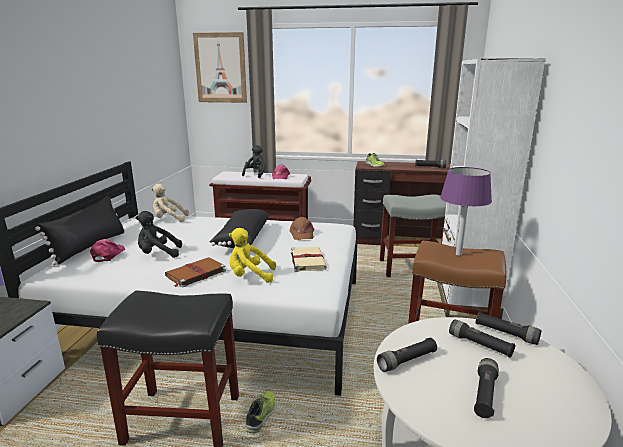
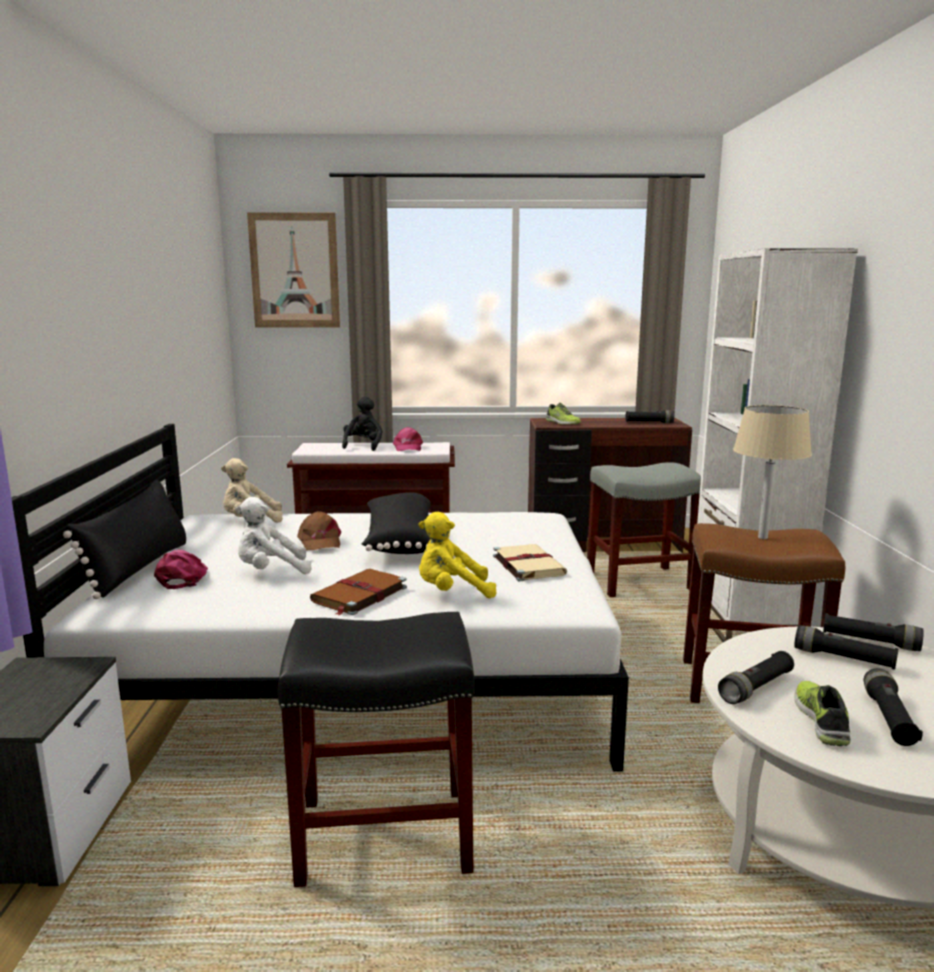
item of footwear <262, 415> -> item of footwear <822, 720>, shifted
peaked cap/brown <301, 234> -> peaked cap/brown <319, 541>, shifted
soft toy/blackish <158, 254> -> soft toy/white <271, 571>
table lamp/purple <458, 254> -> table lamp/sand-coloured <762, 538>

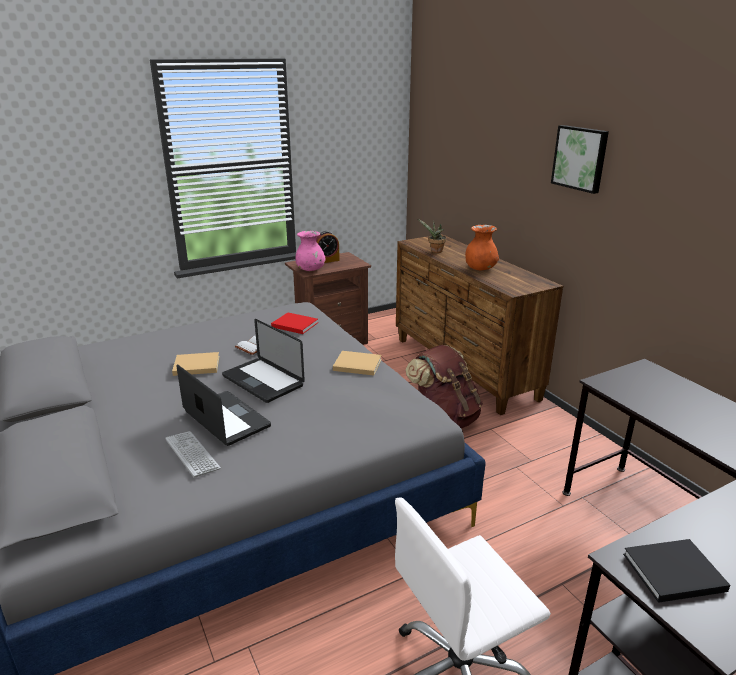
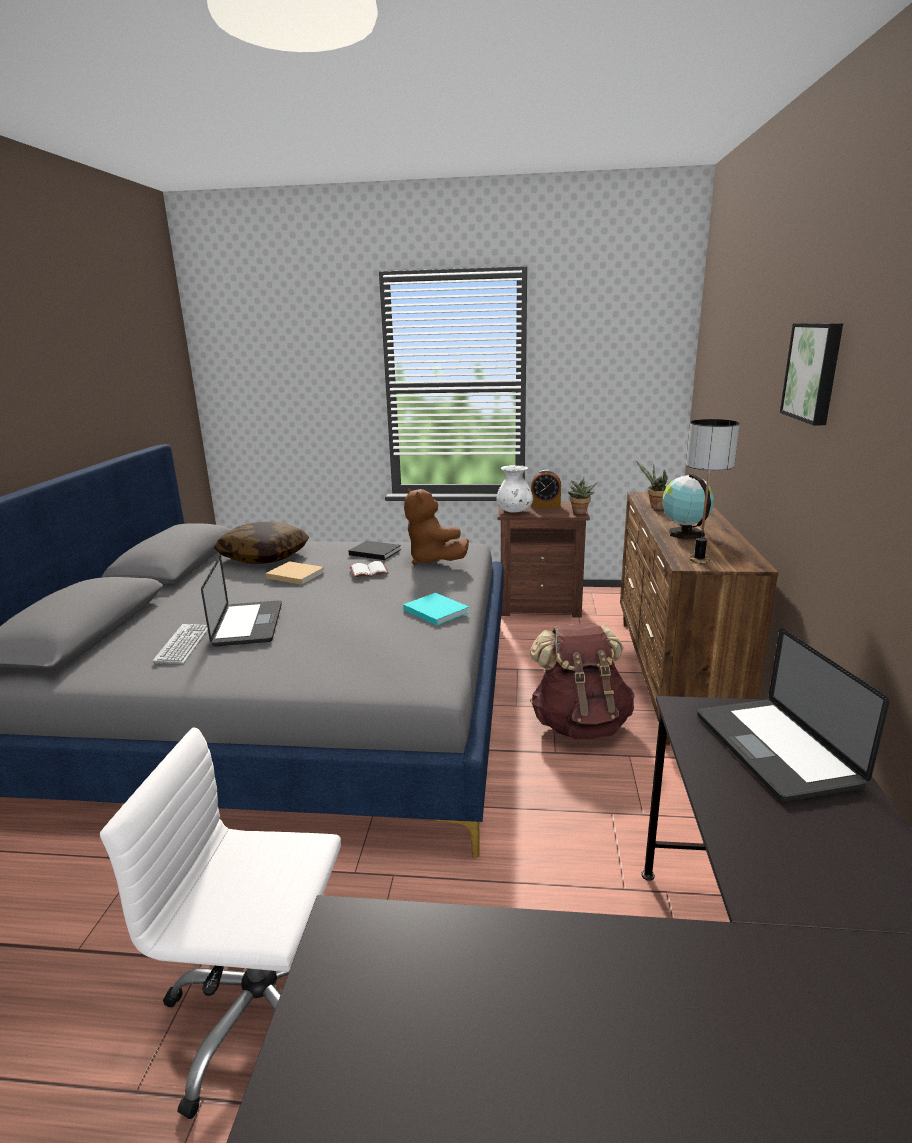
none -> cushion <264, 557>
none -> houseplant <579, 513>
none -> table lamp <699, 559>
portable computer <263, 381> -> portable computer <774, 749>, shifted
volume/blackish <671, 572> -> volume/blackish <374, 552>, shifted
volume/reddish <293, 324> -> soft toy/brown <433, 560>
decorative vase/orangey <480, 269> -> globe <684, 533>
decorative vase/pink-coloured <310, 270> -> decorative vase/white <514, 512>
volume/sand-coloured <356, 364> -> volume/turquoise-coloured <434, 610>

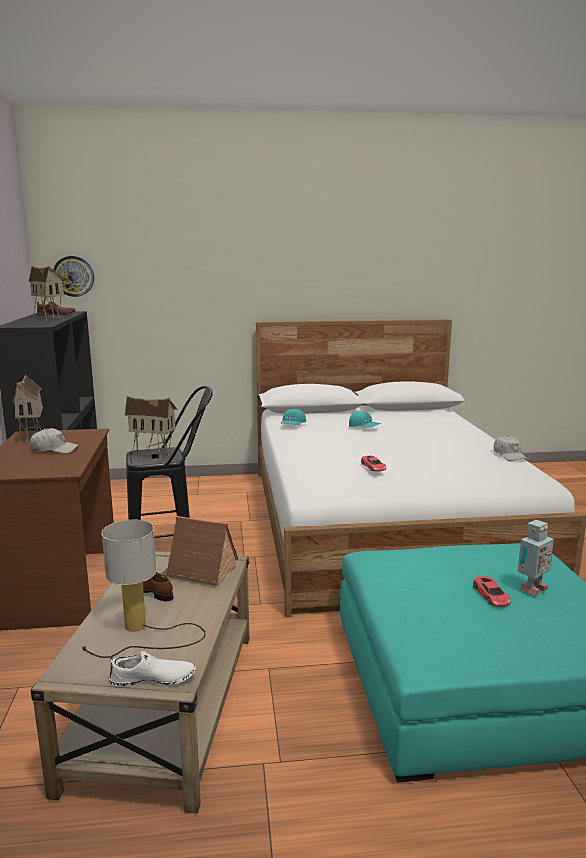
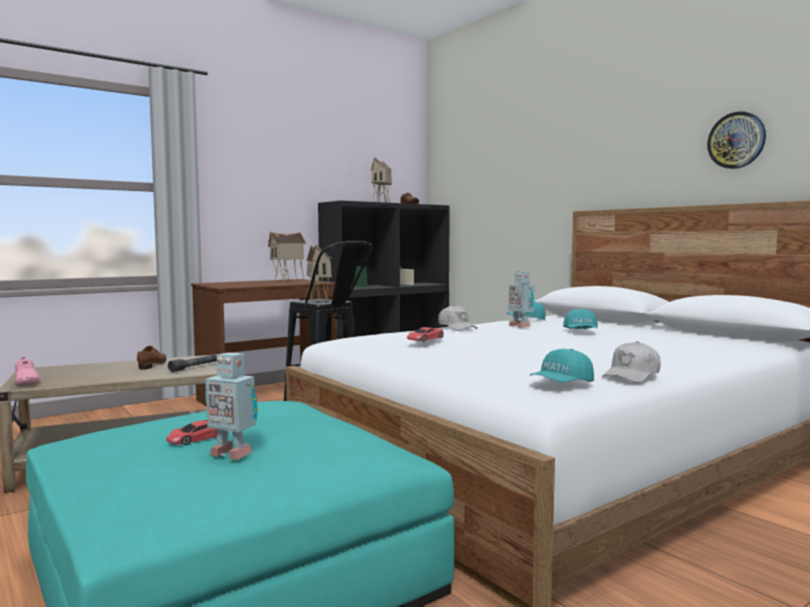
table lamp <142, 632> -> none
none -> toy robot <520, 326>
none -> peaked cap/turquoise-coloured <561, 384>
peaked cap/white <54, 449> -> peaked cap/white <457, 327>, shifted
wall clock <73, 276> -> wall clock <736, 140>, shifted
model house <199, 571> -> flashlight/grey <195, 367>
item of footwear/white <153, 679> -> item of footwear/pink-coloured <25, 381>

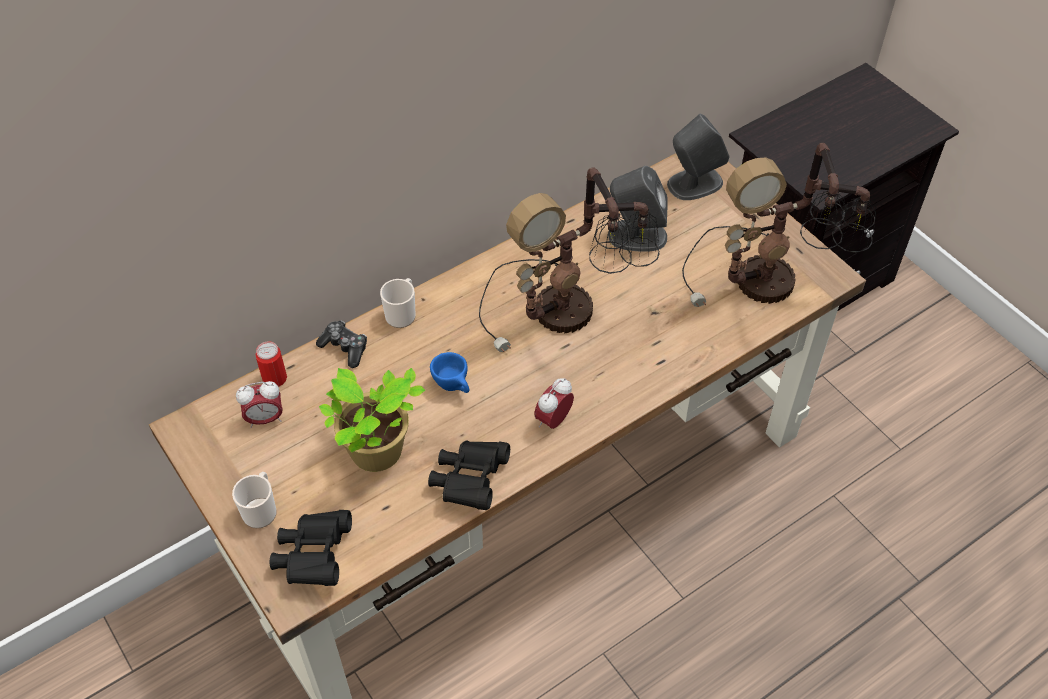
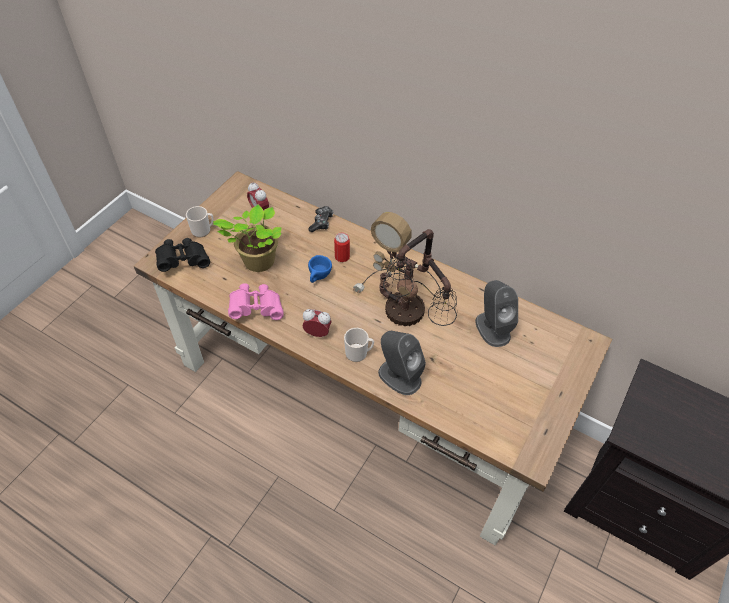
table lamp <769, 283> -> none
can <275, 378> -> can <342, 257>, shifted
tea mug <402, 314> -> tea mug <358, 353>, shifted
speaker/grey <694, 184> -> speaker/grey <399, 376>, shifted
field glasses/blackish <470, 481> -> field glasses/pink-coloured <256, 308>

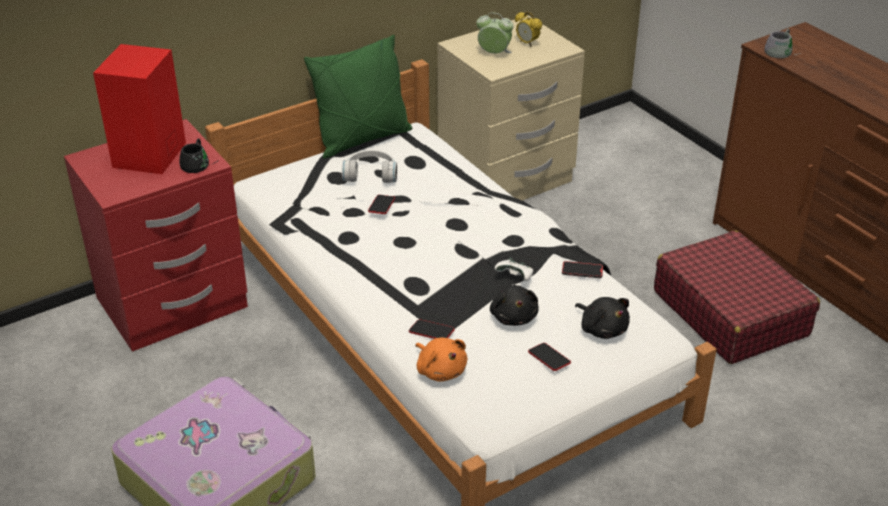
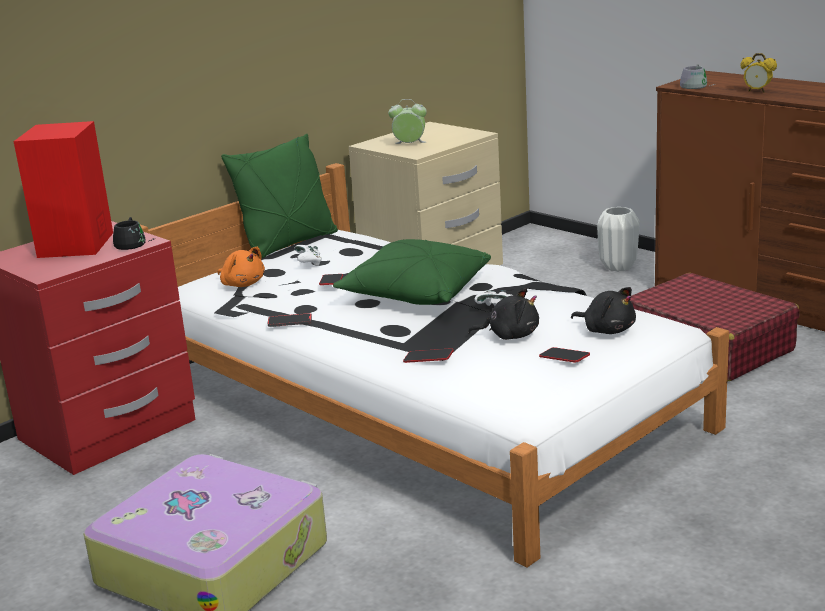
none -> cushion/green <415, 294>
none -> decorative vase/white <618, 267>
soft toy/orangey <440, 370> -> soft toy/orangey <242, 284>, shifted
alarm clock <527, 43> -> alarm clock <757, 91>, shifted
telephone <582, 271> -> telephone <290, 322>, shifted
headphones/white <371, 174> -> game controller/white <309, 263>
soft toy/blackish <513, 316> -> soft toy/blackish <510, 335>, 60 degrees counterclockwise

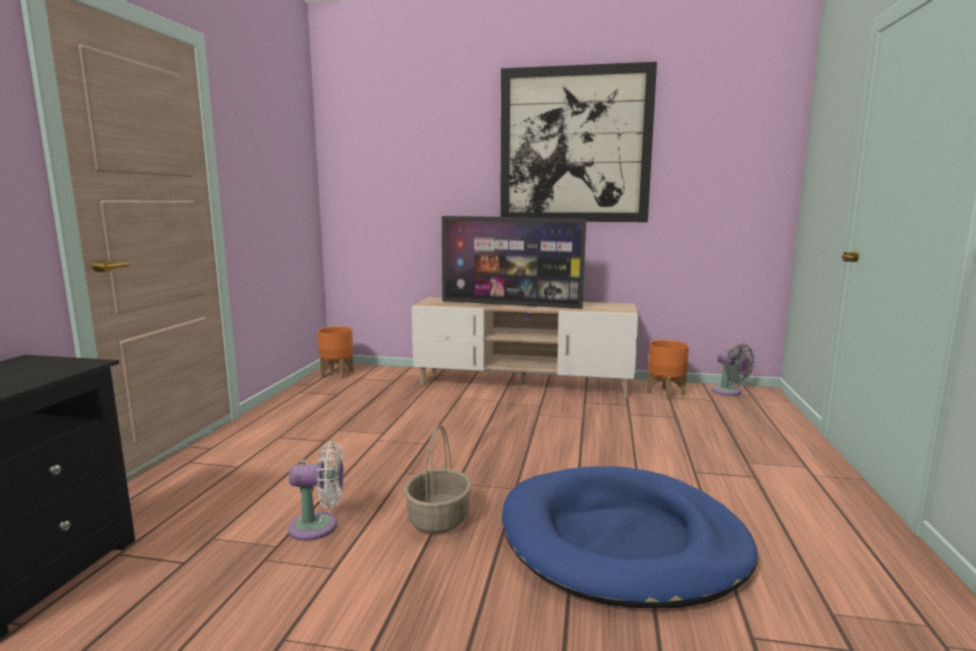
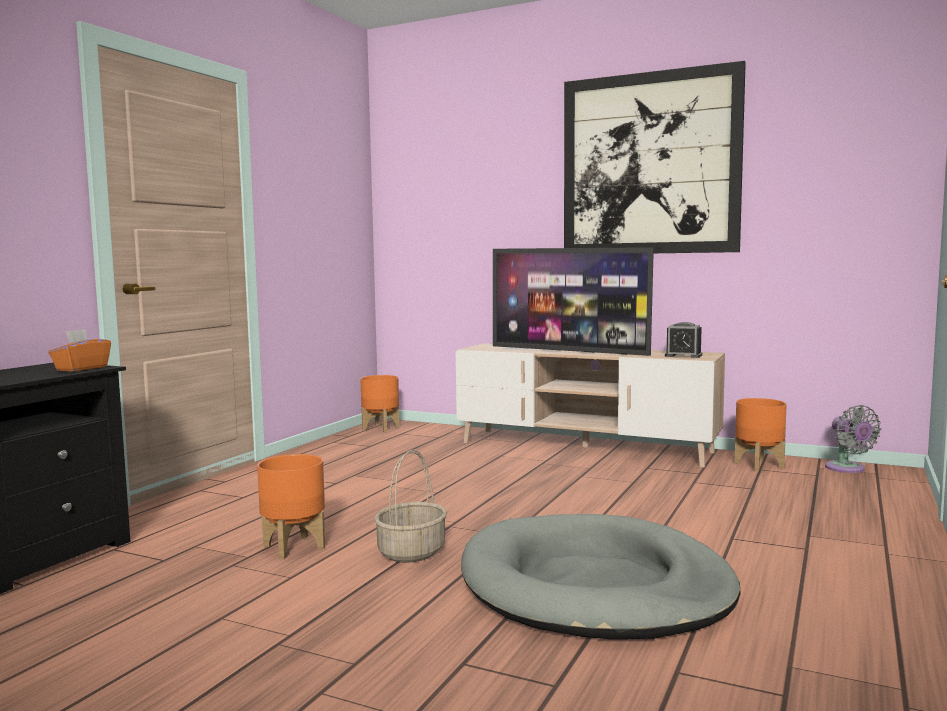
none -> tissue holder/orangey <81, 368>
none -> alarm clock <683, 355>
electric fan/white <319, 526> -> flower pot/orangey <293, 547>
dog bed/bluish <622, 541> -> dog bed/grey <595, 586>

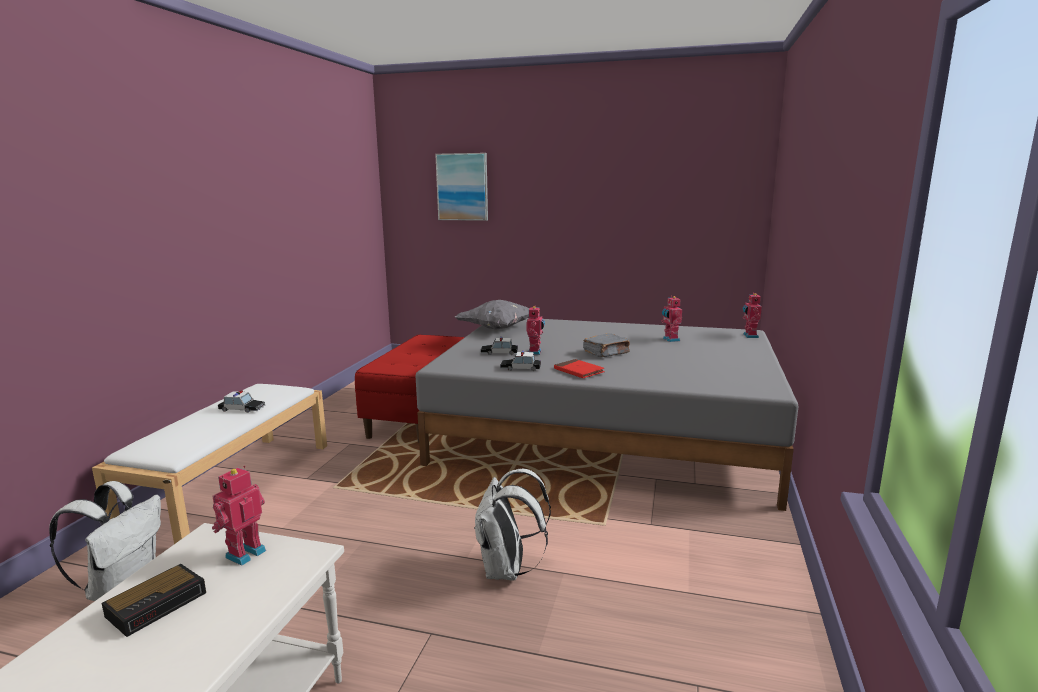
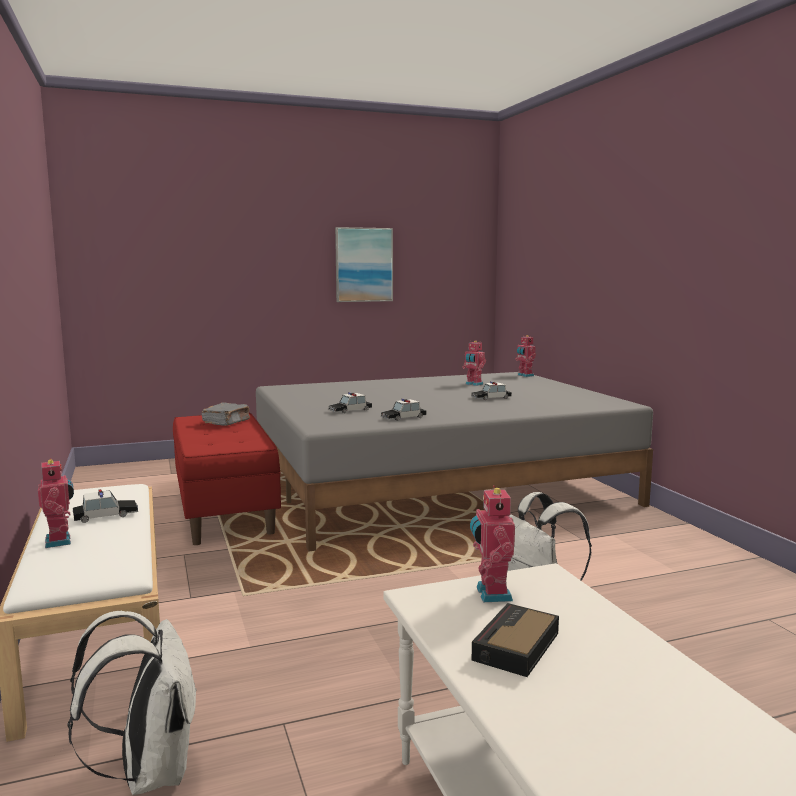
cushion/grey <498, 328> -> none
volume/reddish <578, 371> -> none
none -> model car <491, 398>
picture <462, 187> -> picture <364, 265>, shifted
toy robot <535, 352> -> toy robot <60, 541>, shifted
volume/grey <606, 353> -> volume/grey <227, 422>, shifted
alarm clock <159, 603> -> alarm clock <515, 647>, 150 degrees counterclockwise

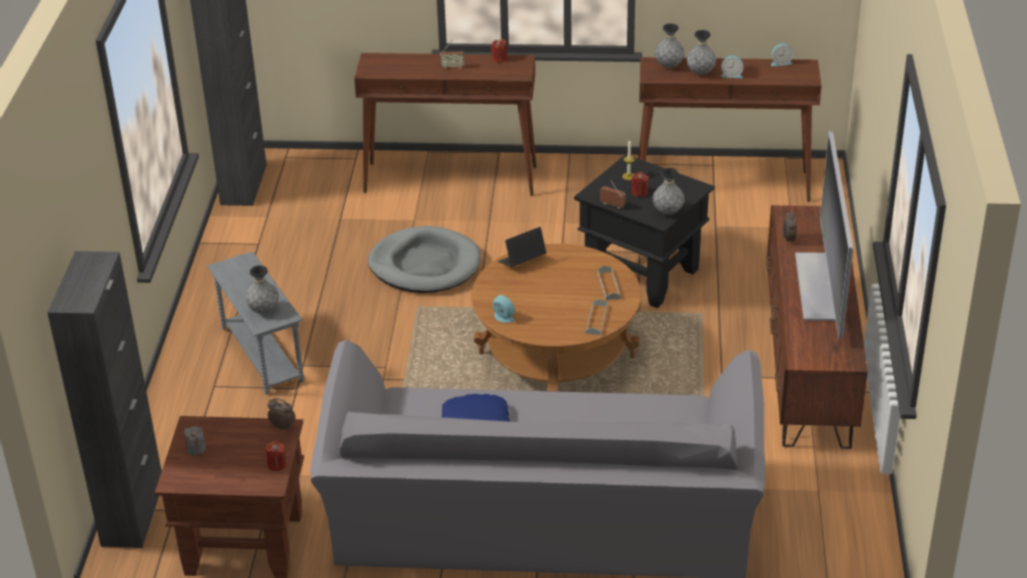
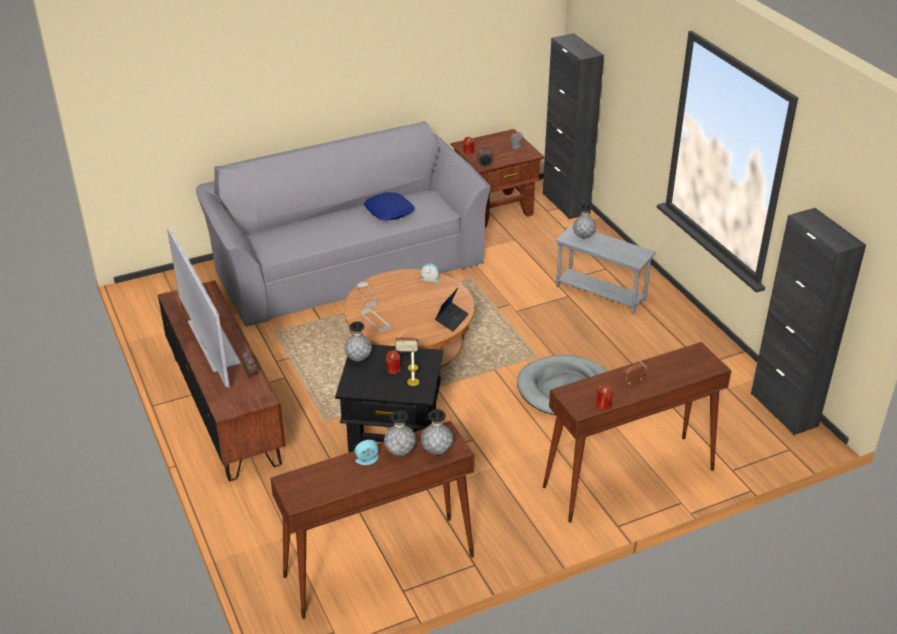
alarm clock <780, 63> -> none

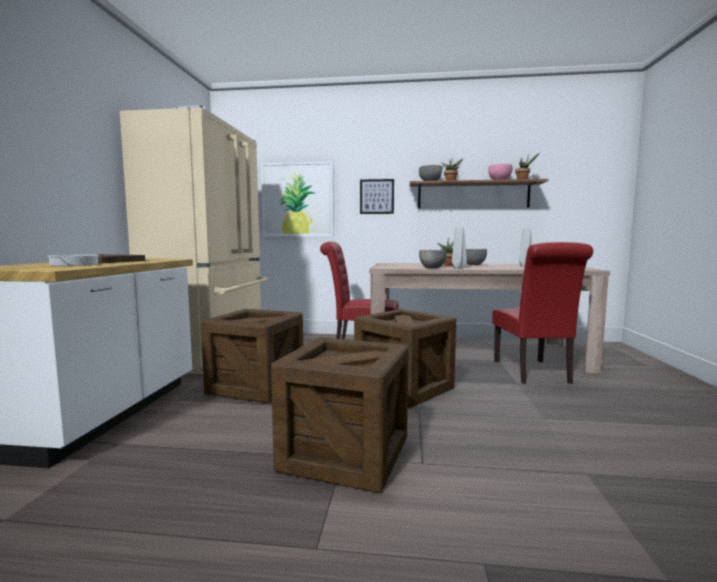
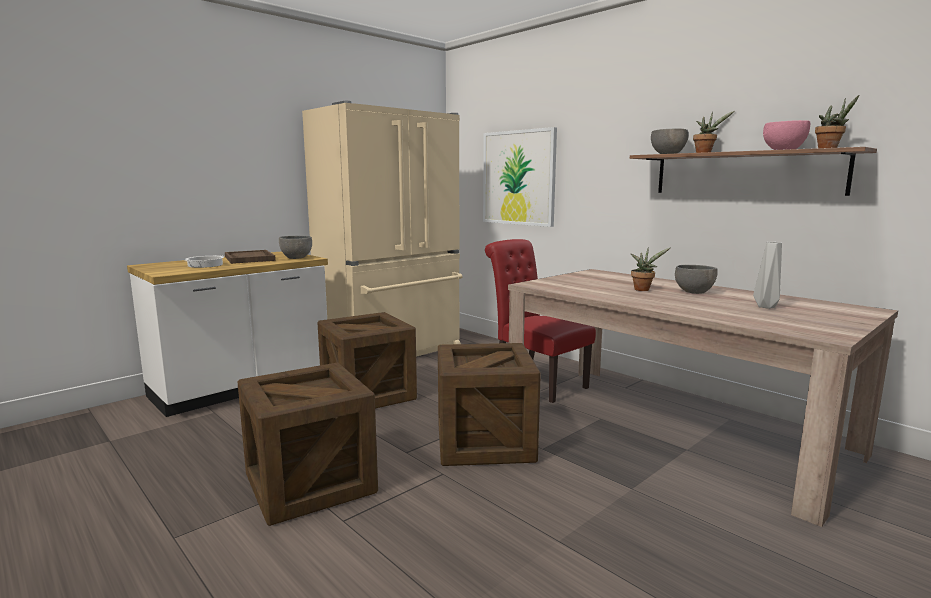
picture <377, 196> -> none
decorative vase/grey <457, 268> -> none
chair/reddish <533, 373> -> none
deep dish/grey <432, 268> -> deep dish/grey <296, 258>, shifted

